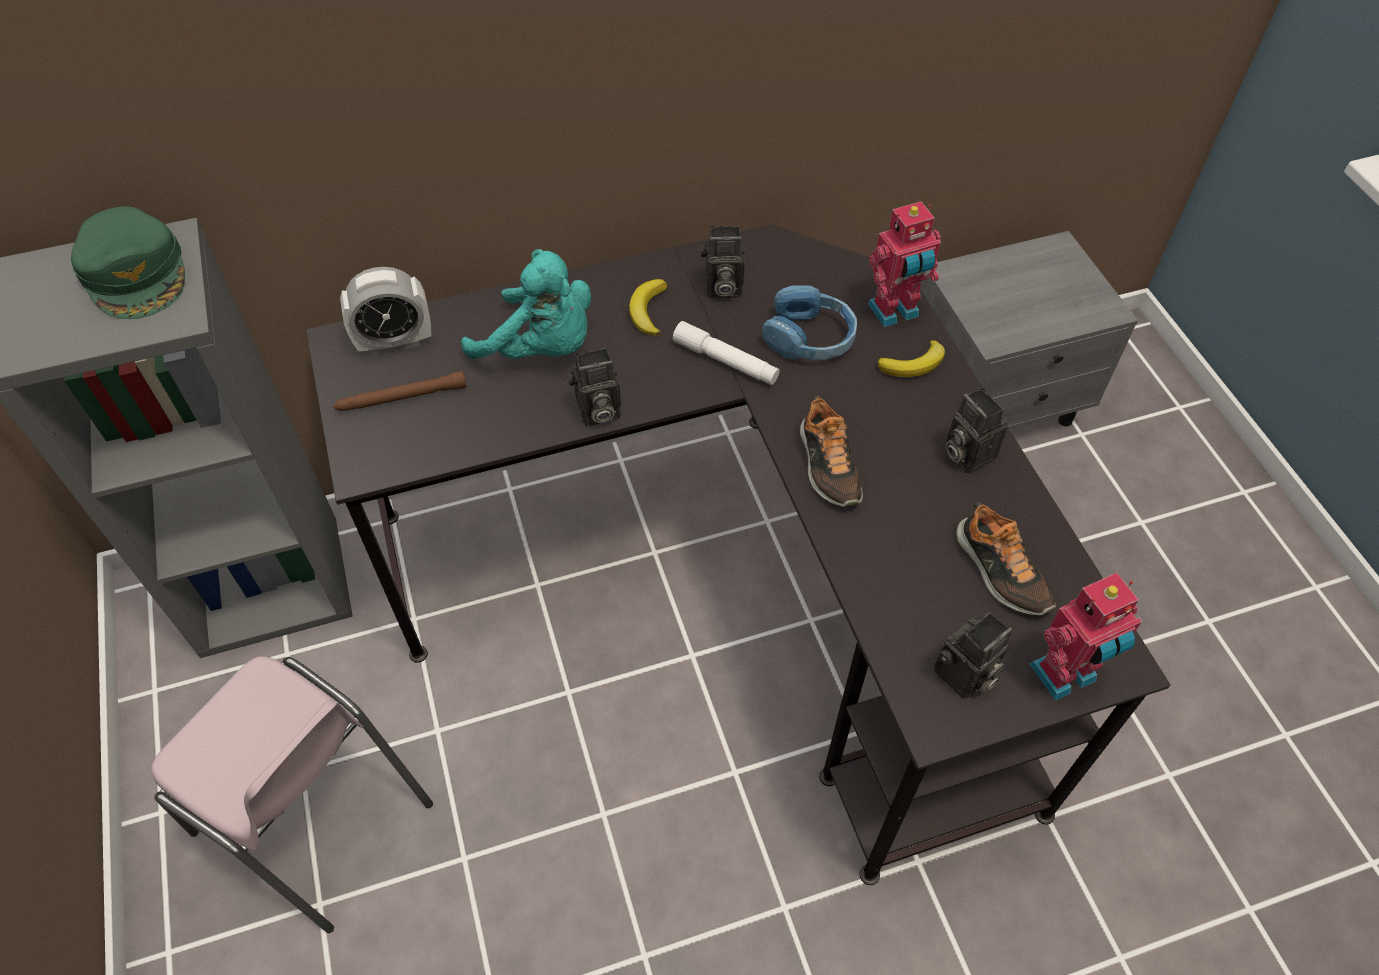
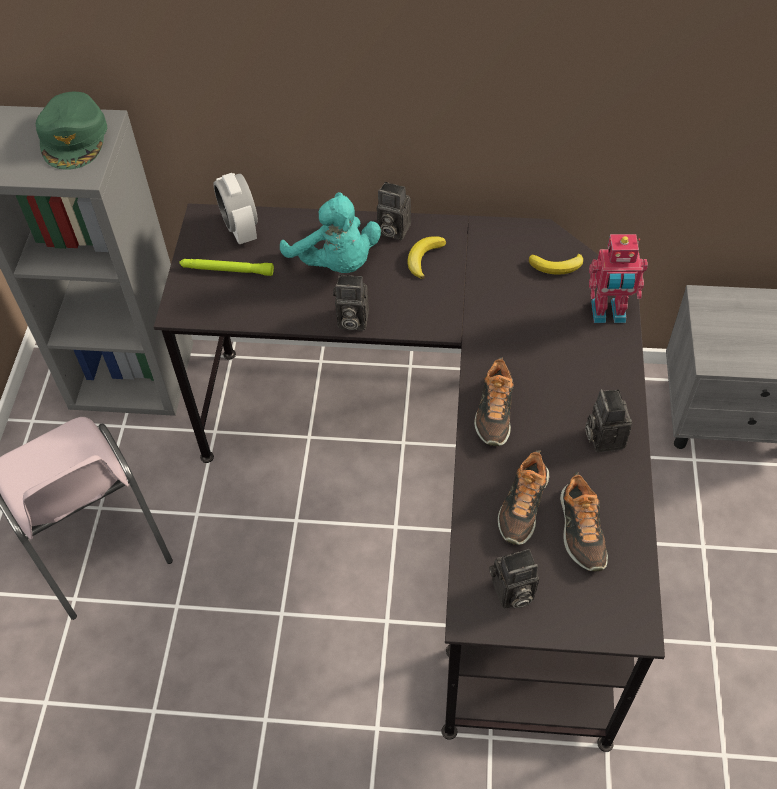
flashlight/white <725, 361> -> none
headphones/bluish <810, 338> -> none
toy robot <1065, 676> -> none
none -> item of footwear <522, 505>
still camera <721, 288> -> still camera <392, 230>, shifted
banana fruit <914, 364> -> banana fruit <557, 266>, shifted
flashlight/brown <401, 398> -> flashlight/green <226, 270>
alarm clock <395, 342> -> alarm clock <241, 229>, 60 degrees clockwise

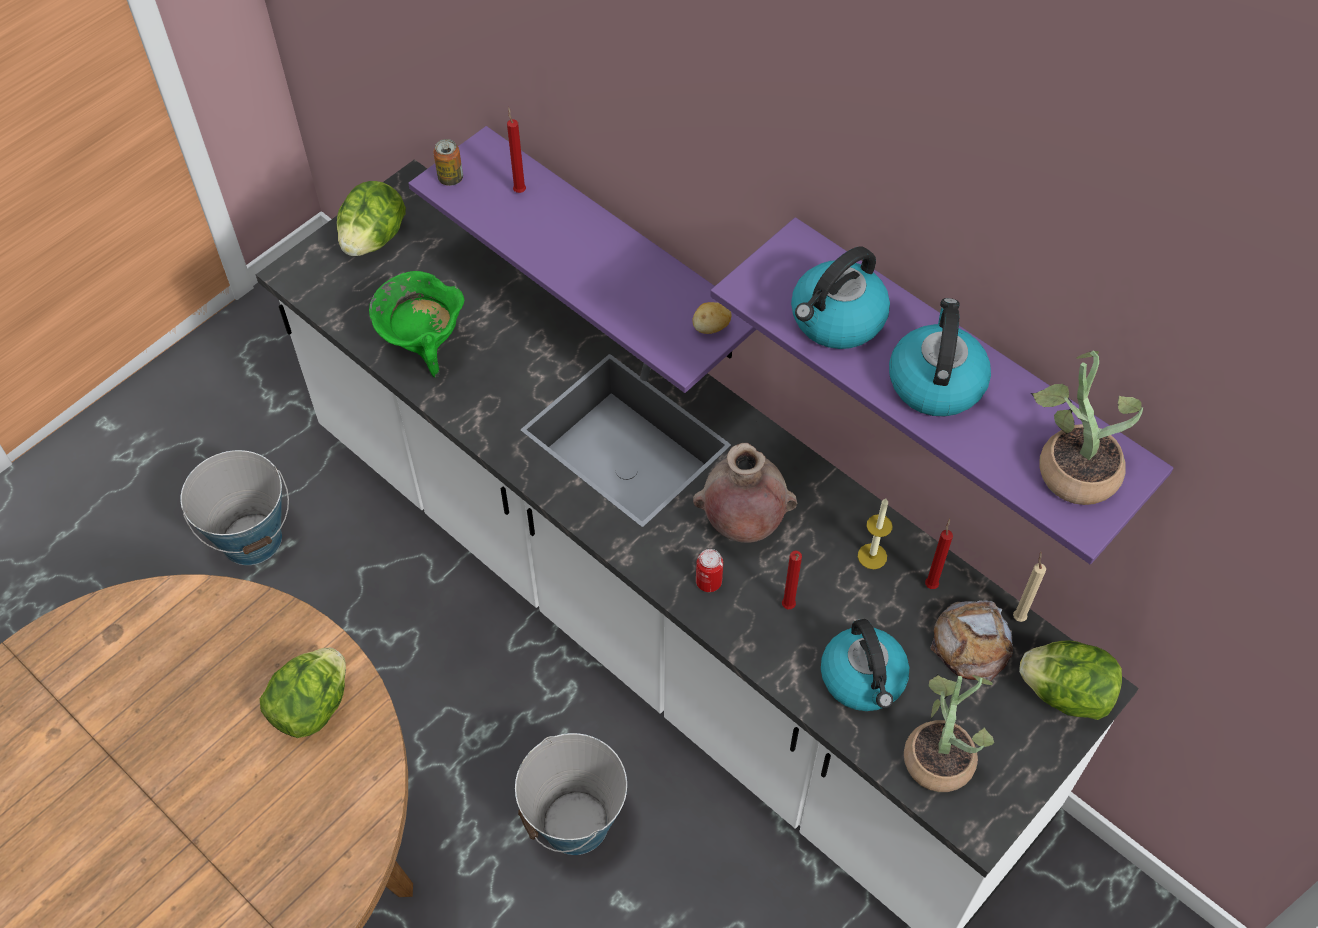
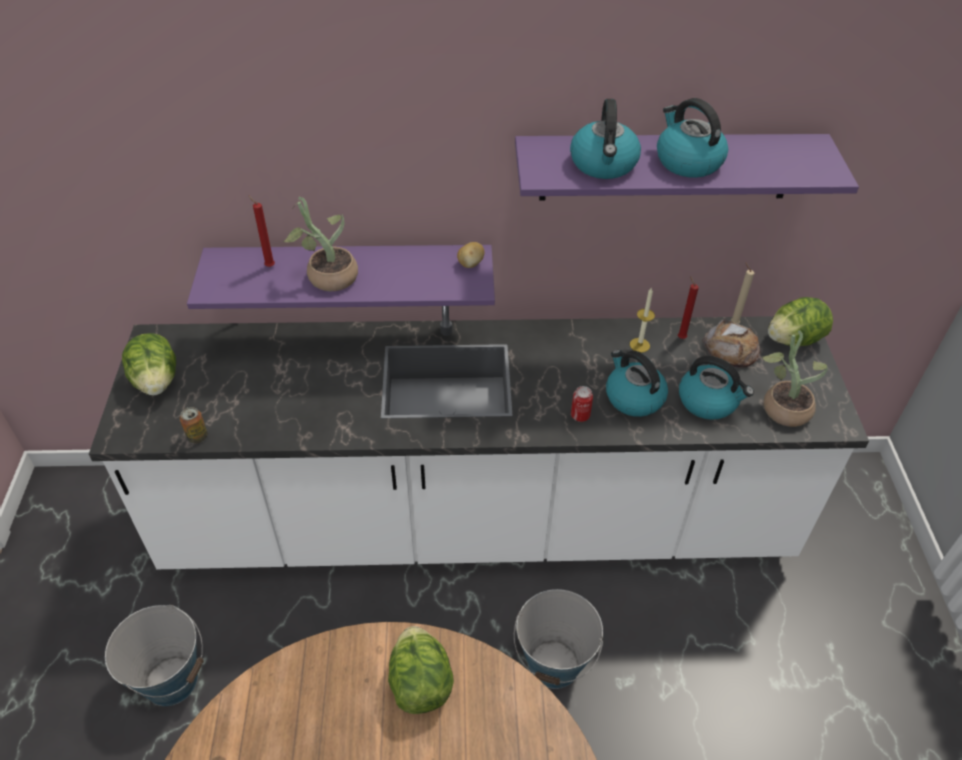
stockpot/green <424, 347> -> none
decorative vase/brown <742, 524> -> none
can <450, 178> -> can <197, 436>, shifted
houseplant <1070, 466> -> houseplant <327, 276>, shifted
wax candle/reddish <788, 608> -> kettle <633, 397>

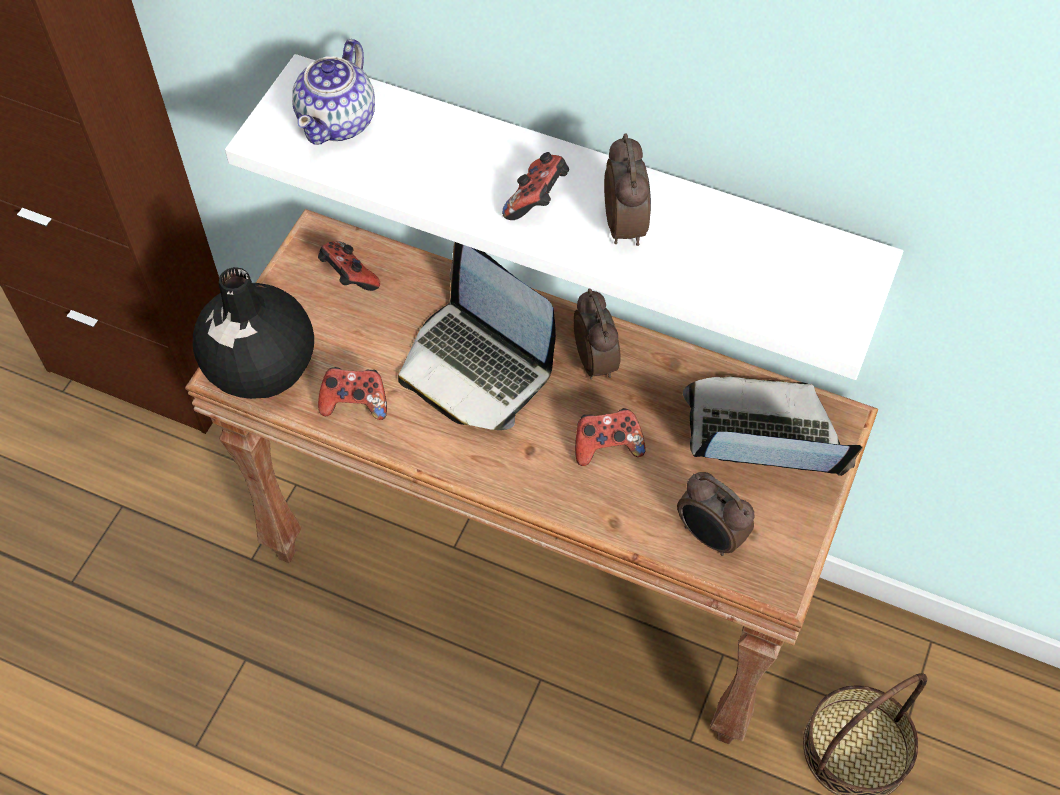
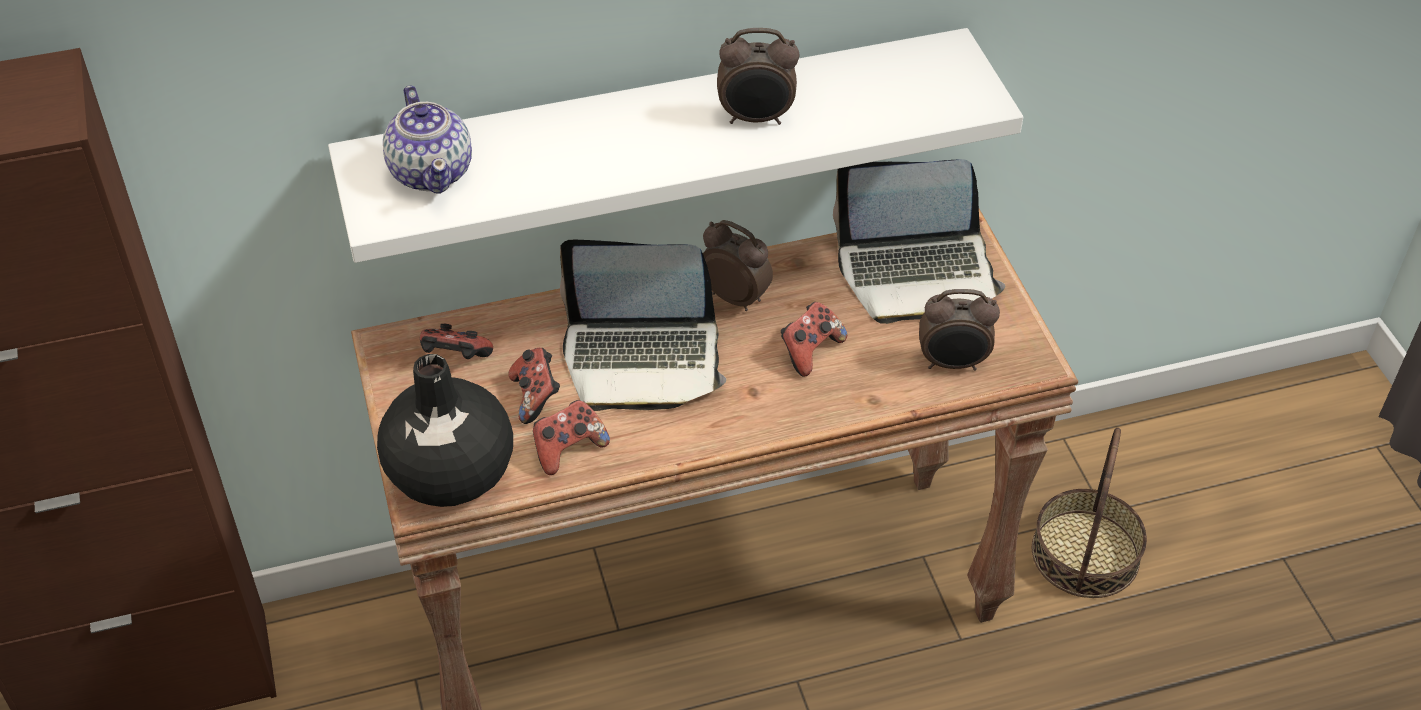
game controller <537, 201> -> game controller <536, 397>, shifted
alarm clock <625, 226> -> alarm clock <756, 118>, 135 degrees clockwise
portable computer <761, 437> -> portable computer <917, 272>, 150 degrees counterclockwise

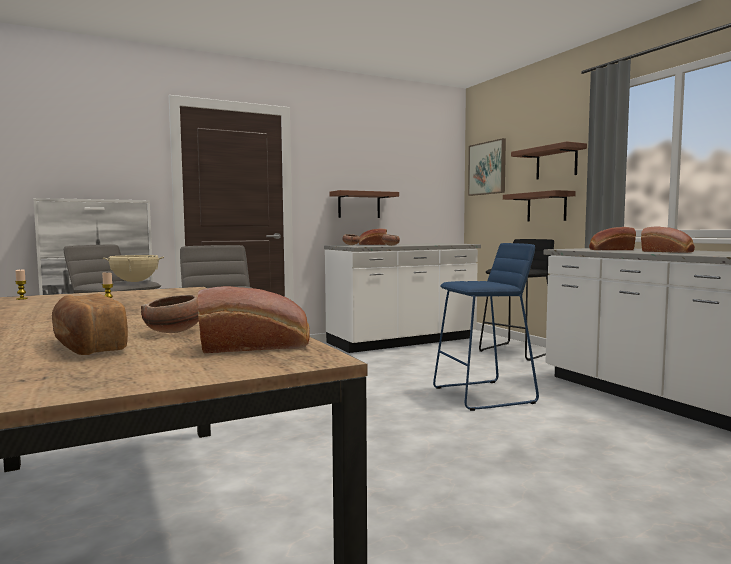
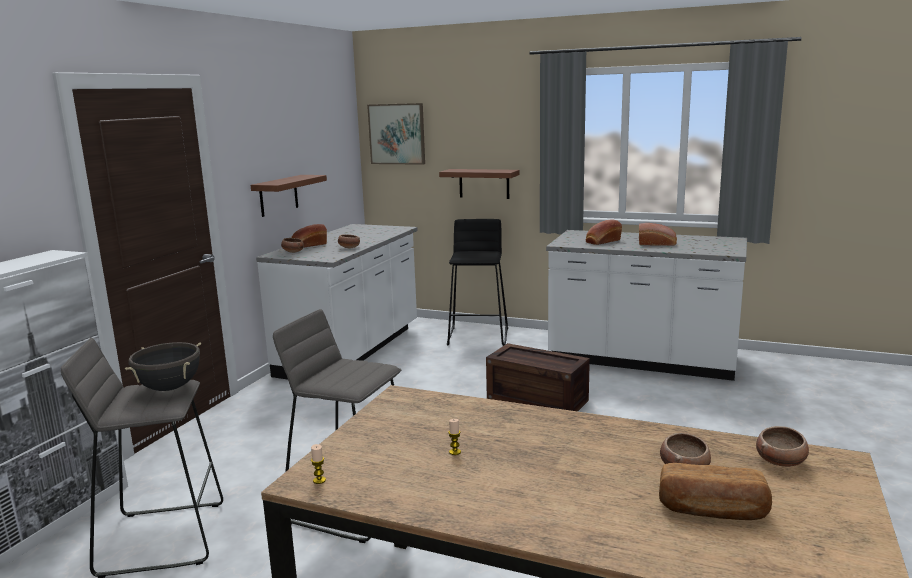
shelf <556, 163> -> none
bakery bread <257, 346> -> deep dish <781, 461>
stool/bluish <484, 395> -> packing crate <539, 399>
stockpot/sand-coloured <135, 281> -> stockpot/blackish <169, 388>

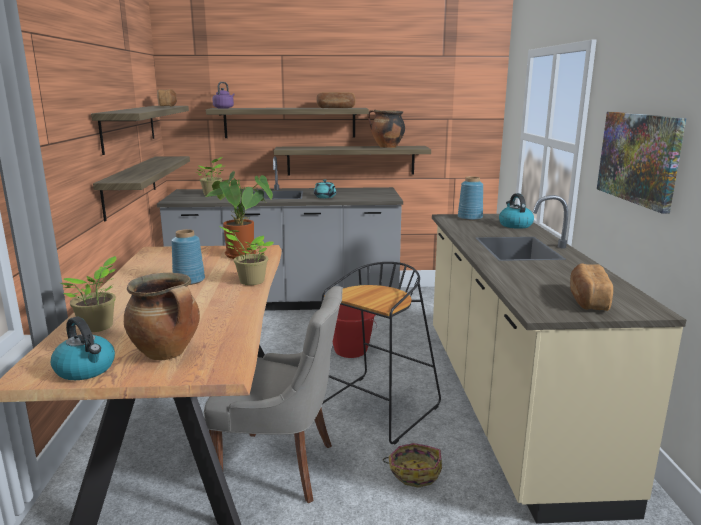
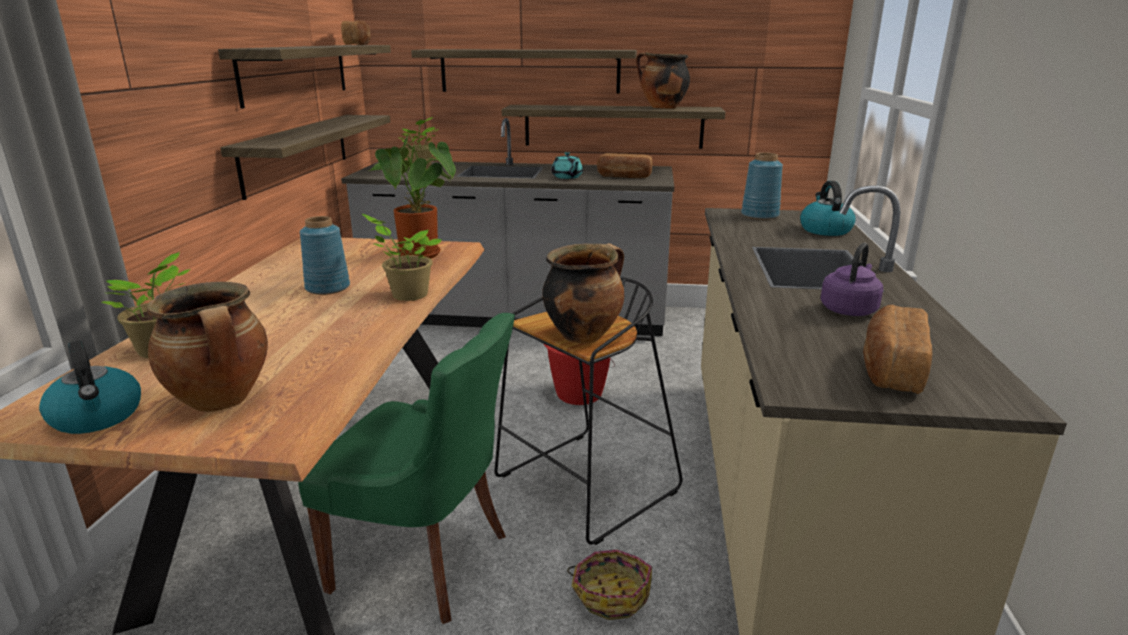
picture <639, 158> -> none
none -> stockpot <583, 334>
kettle/purple <224, 108> -> kettle/purple <849, 309>, shifted
bakery bread <336, 108> -> bakery bread <624, 176>, shifted
chair/grey <281, 467> -> chair/green <425, 561>

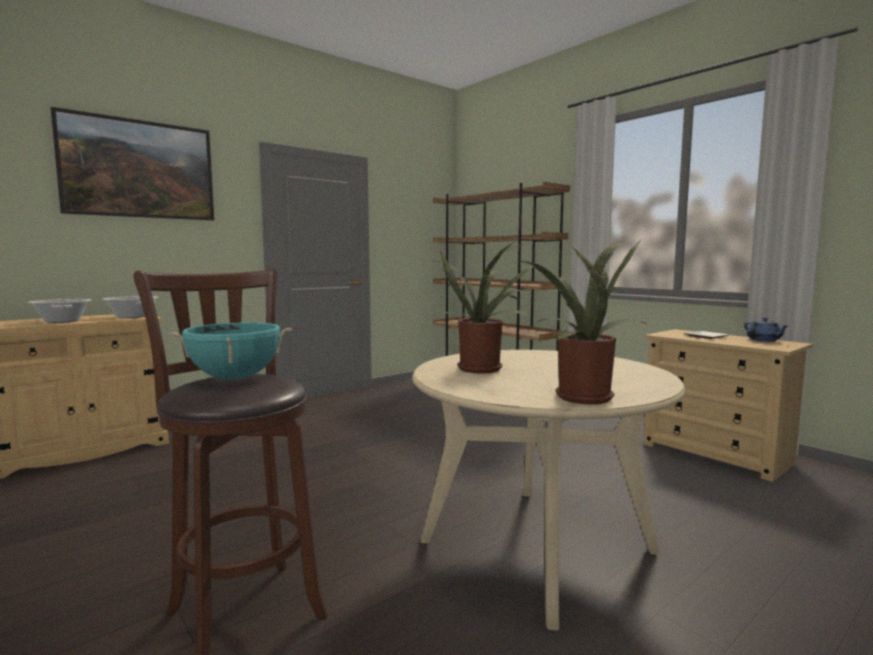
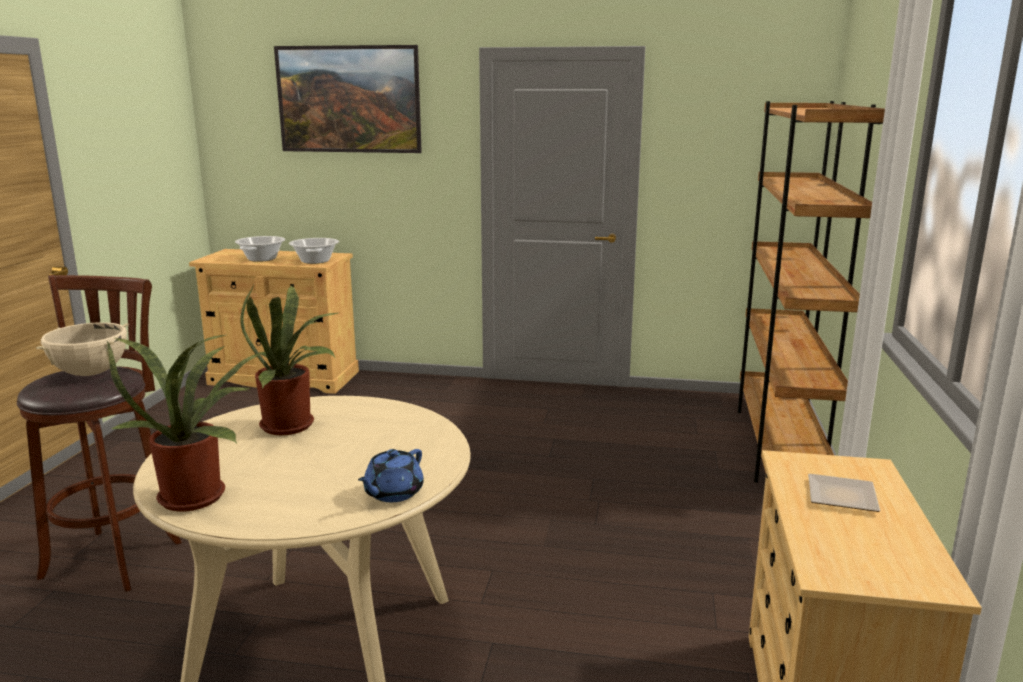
teapot/bluish <763, 340> -> teapot/bluish <392, 493>, shifted
stockpot/turquoise-coloured <235, 378> -> stockpot/sand-coloured <90, 373>

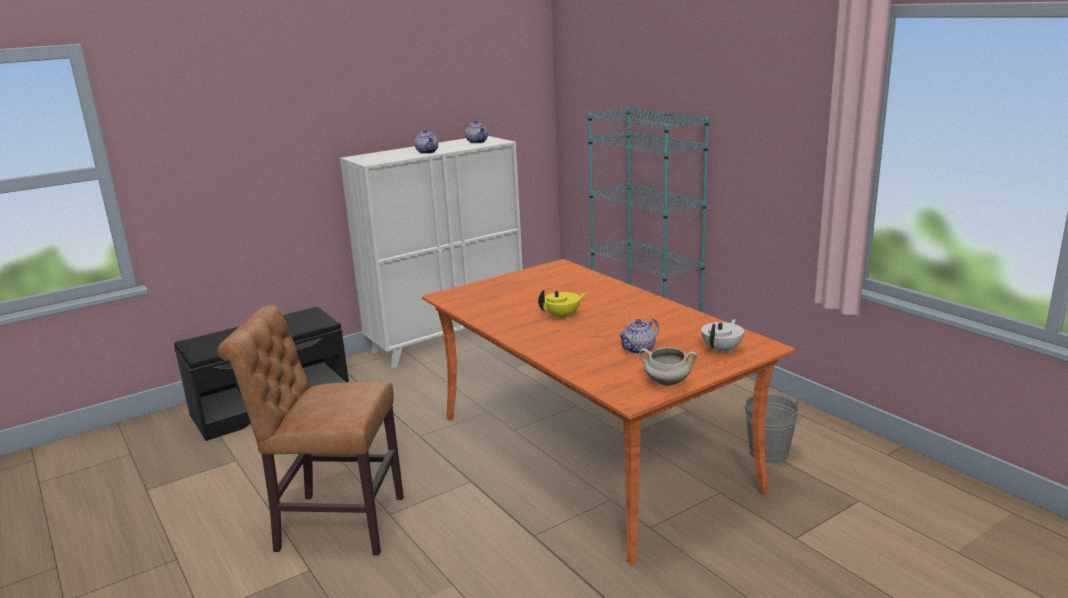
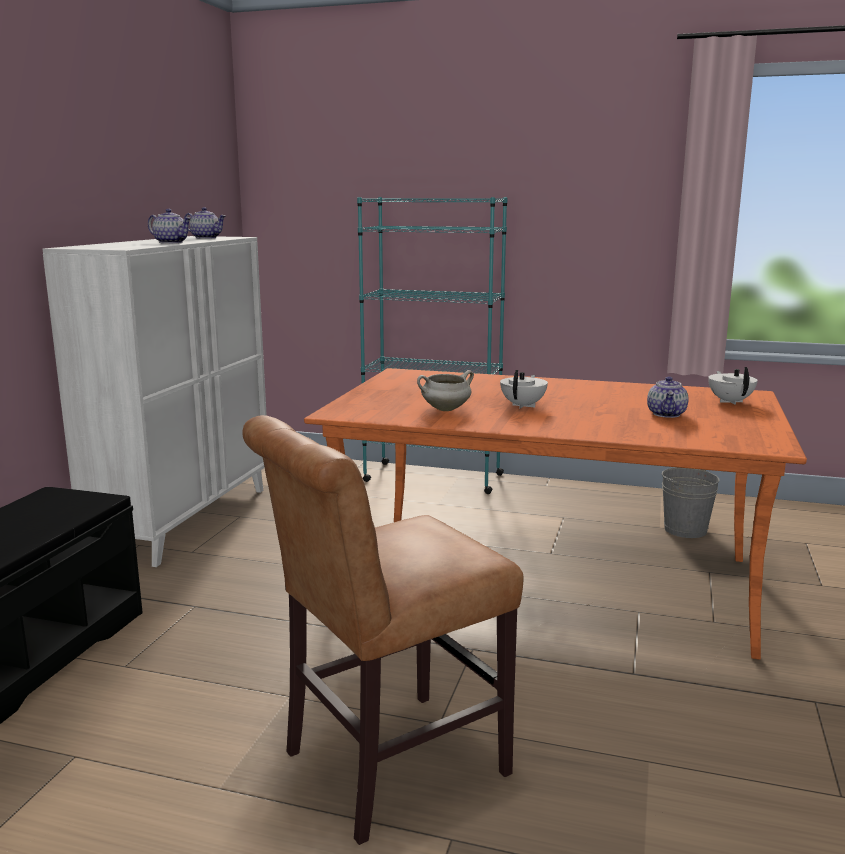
stockpot/white <666, 382> -> stockpot/white <445, 409>, shifted
teapot/yellow-coloured <563, 316> -> teapot/white <523, 405>

